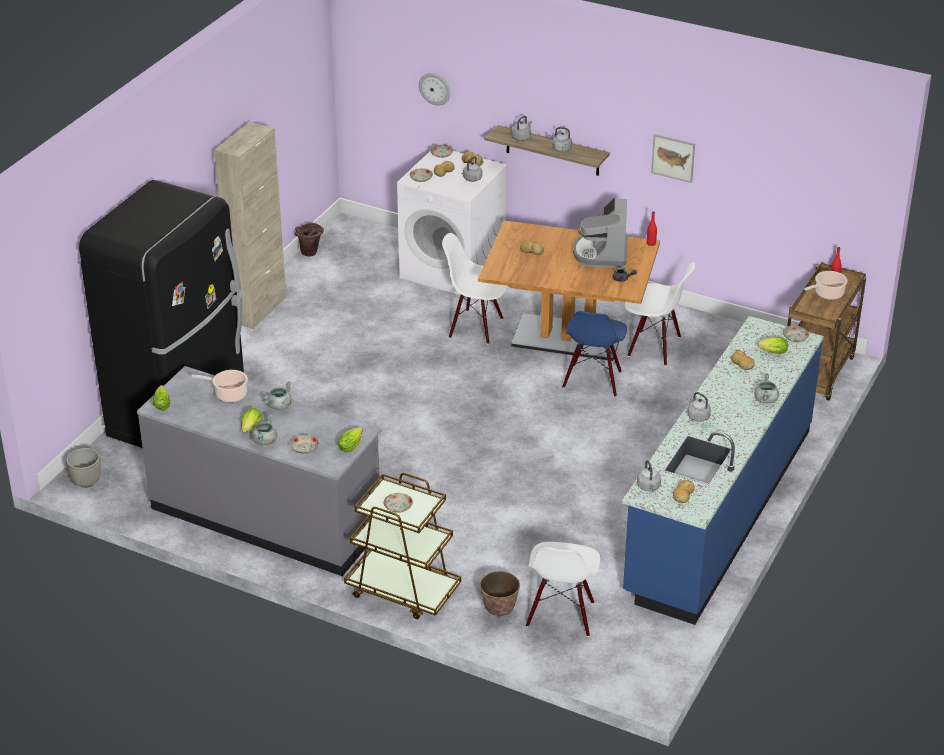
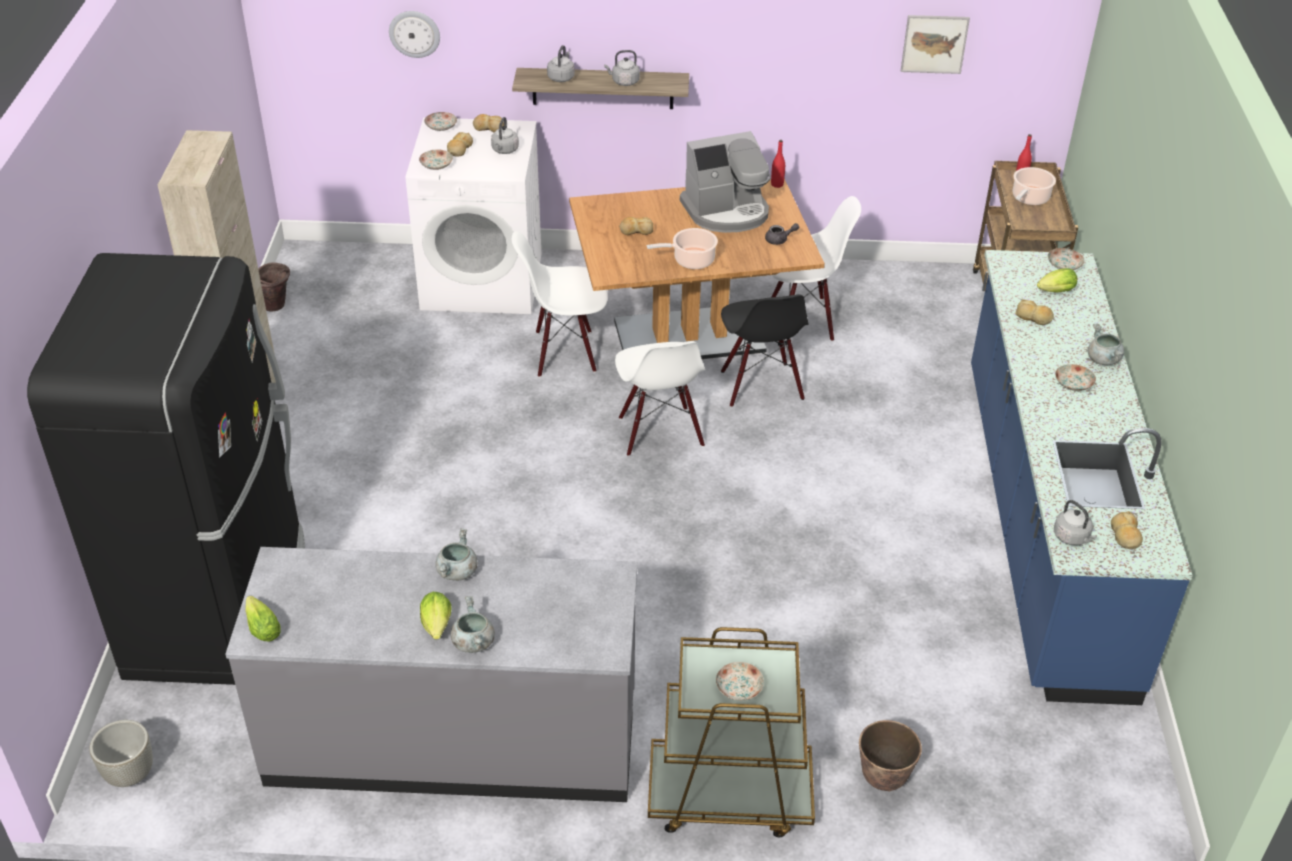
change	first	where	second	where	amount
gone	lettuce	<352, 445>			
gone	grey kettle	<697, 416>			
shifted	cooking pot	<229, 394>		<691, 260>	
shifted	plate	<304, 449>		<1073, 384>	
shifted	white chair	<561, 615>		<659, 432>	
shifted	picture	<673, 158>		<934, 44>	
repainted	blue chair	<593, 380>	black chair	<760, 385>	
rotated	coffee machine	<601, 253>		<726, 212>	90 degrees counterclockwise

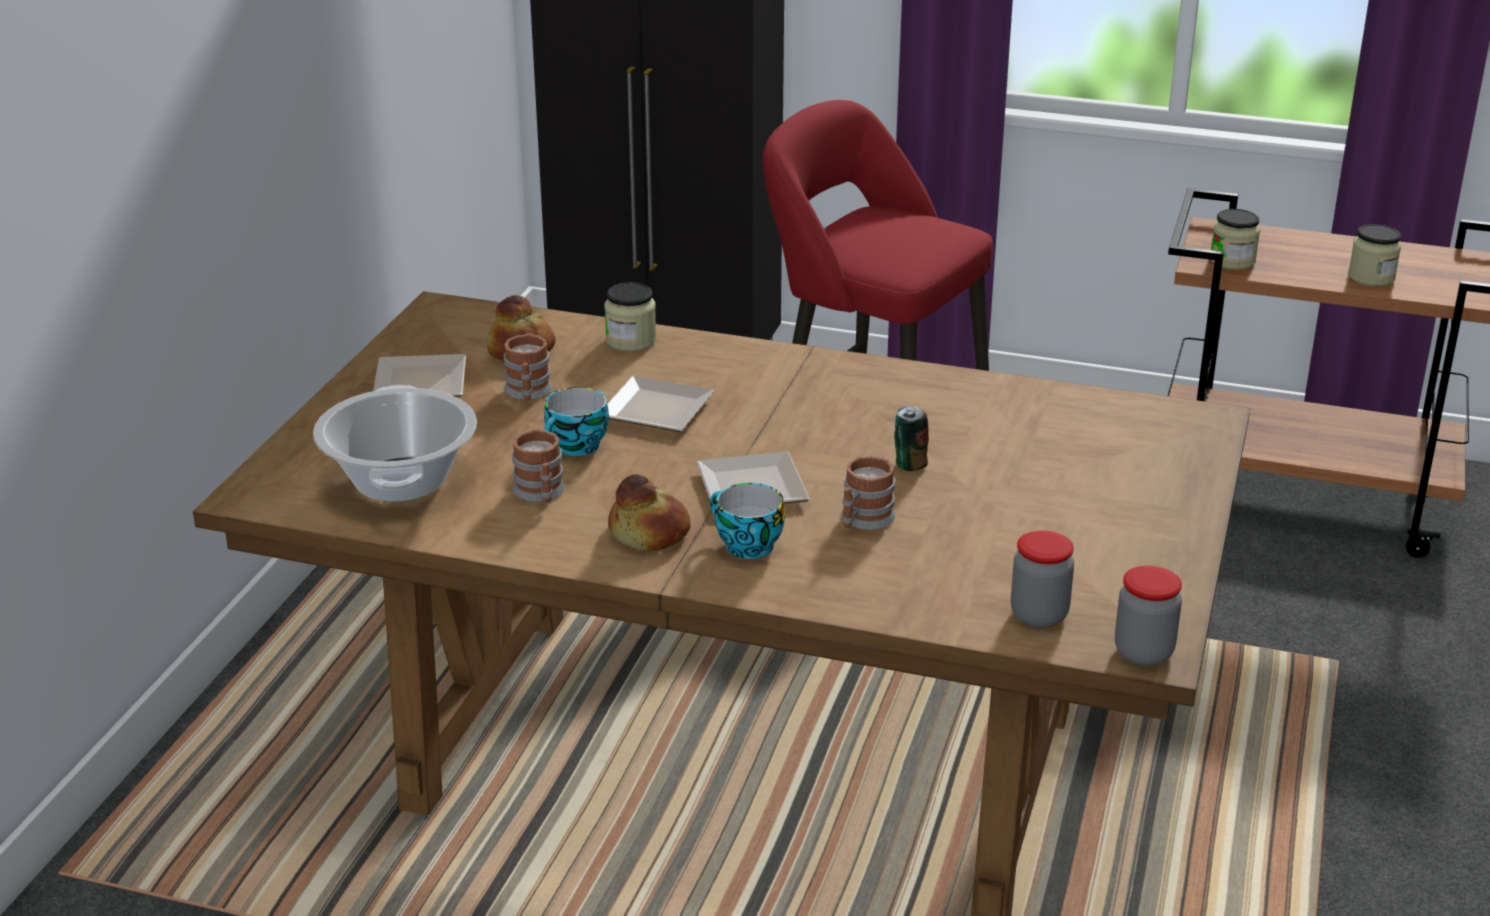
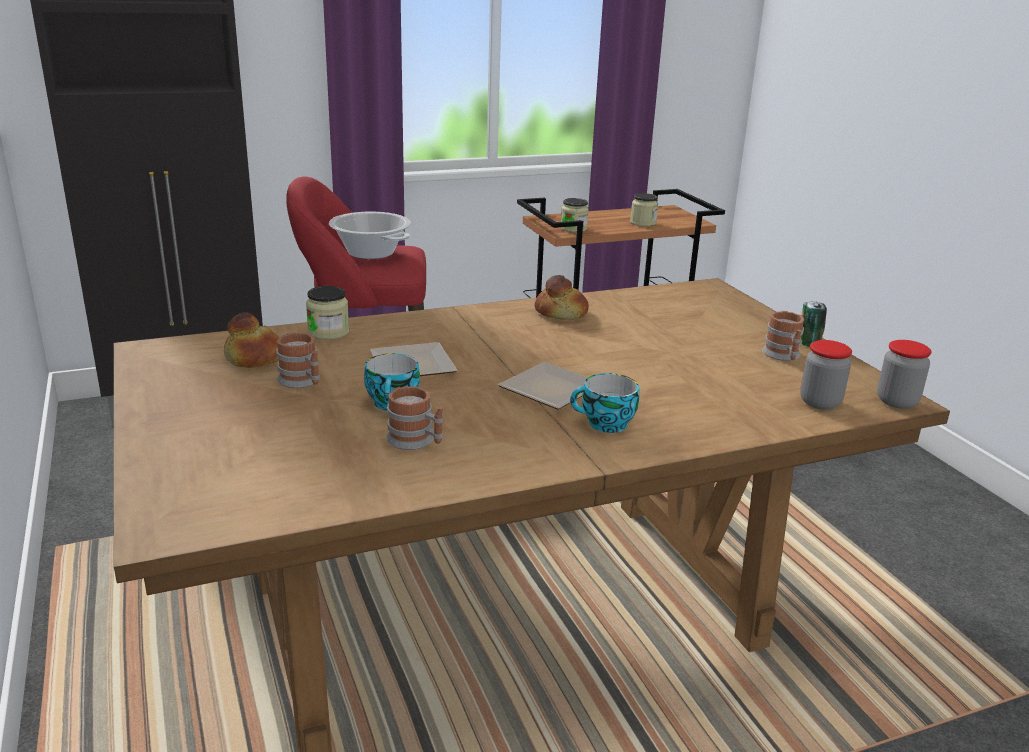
change	first	where	second	where	amount
gone	plate	<424, 382>			
shifted	cooking pot	<399, 481>		<370, 253>	
shifted	bread	<650, 532>		<561, 312>	
shifted	mug	<863, 521>		<783, 356>	
shifted	can	<909, 464>		<808, 343>	

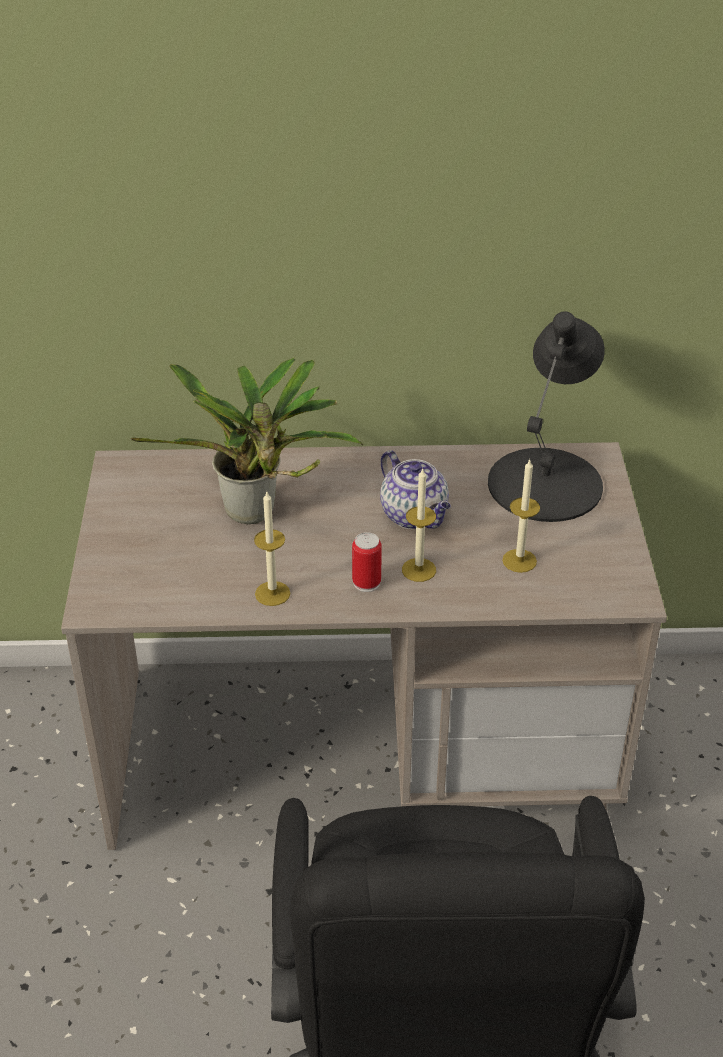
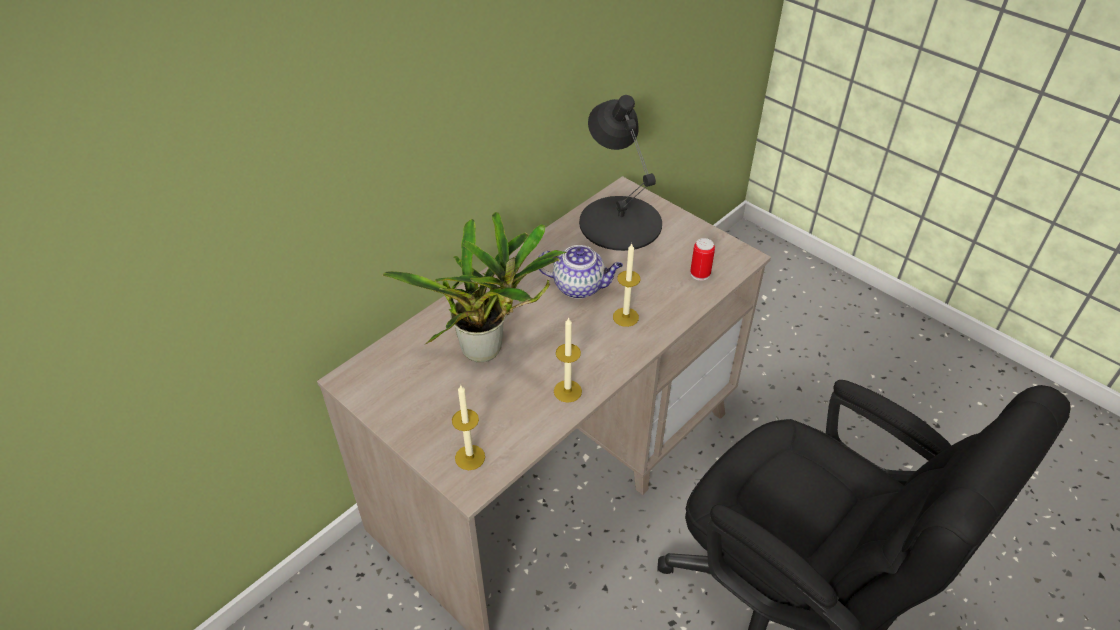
change	first	where	second	where	amount
shifted	can	<366, 582>		<700, 274>	
shifted	candle	<519, 561>		<470, 457>	

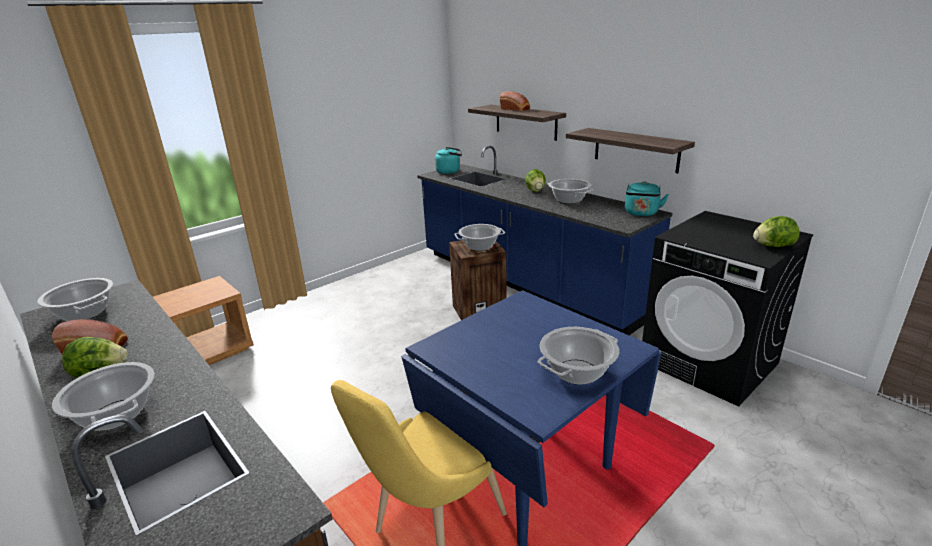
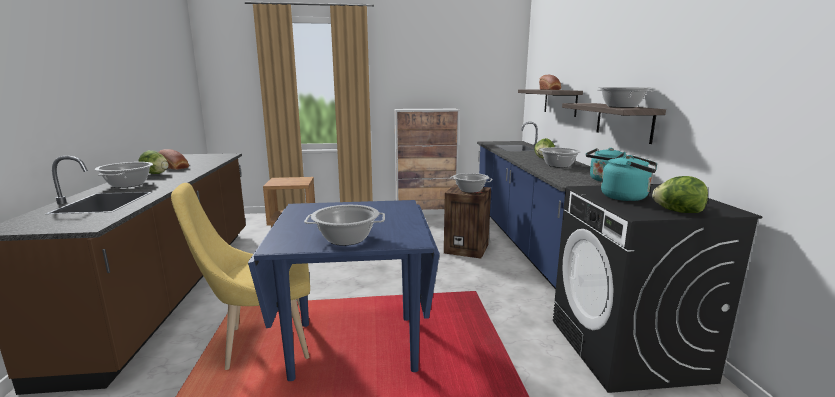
change	first	where	second	where	amount
new			cabinet	<426, 211>	
shifted	cooking pot	<85, 313>		<622, 107>	
shifted	turquoise kettle	<450, 171>		<627, 197>	

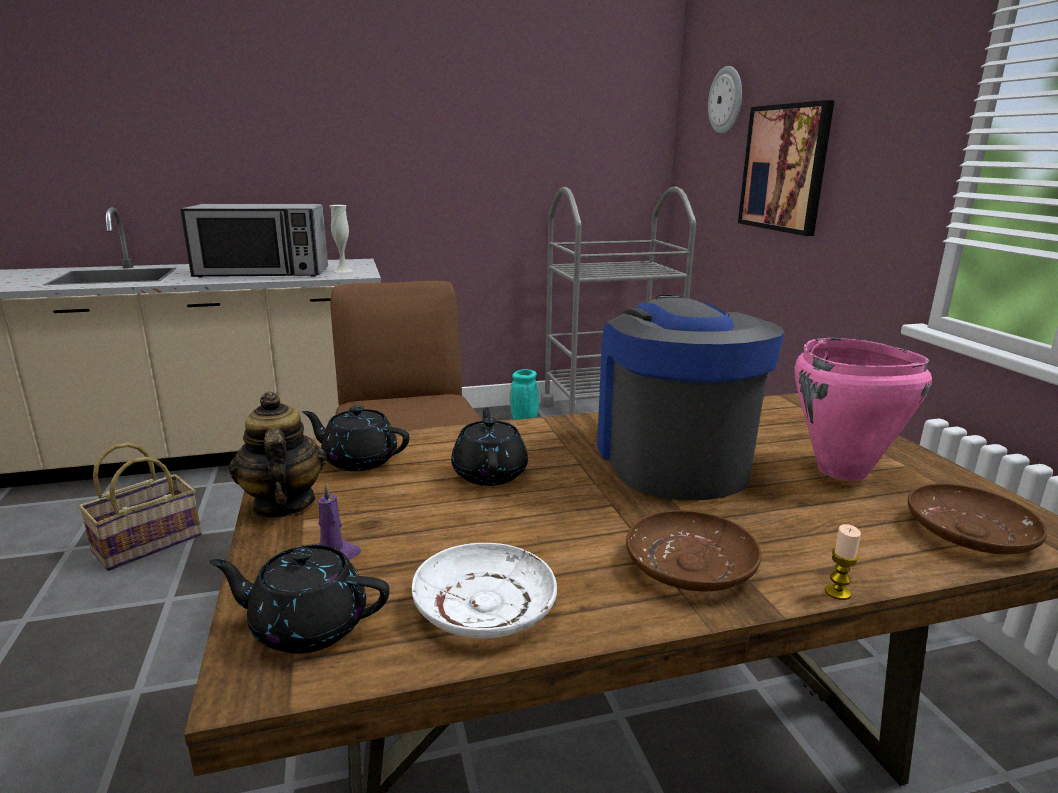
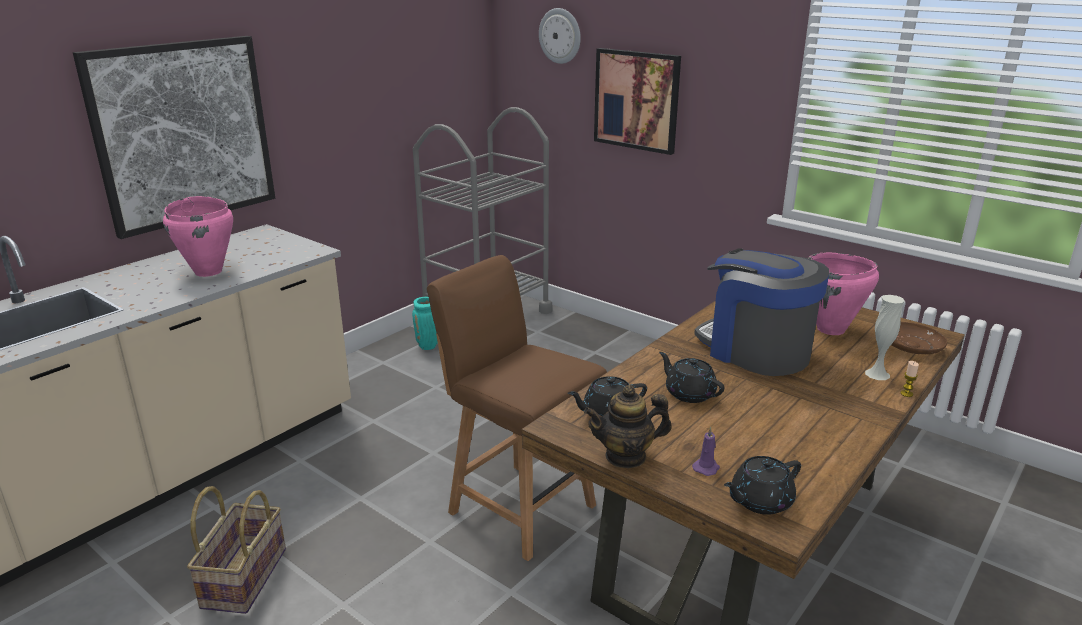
change	first	where	second	where	amount
gone	white plate	<484, 605>			
gone	brown plate	<691, 565>			
new			picture	<183, 133>	
shifted	white vase	<343, 270>		<877, 374>	
swapped	microwave	<263, 273>	pink cooking pot	<209, 271>	
rotated	teapot	<282, 505>		<626, 456>	45 degrees counterclockwise

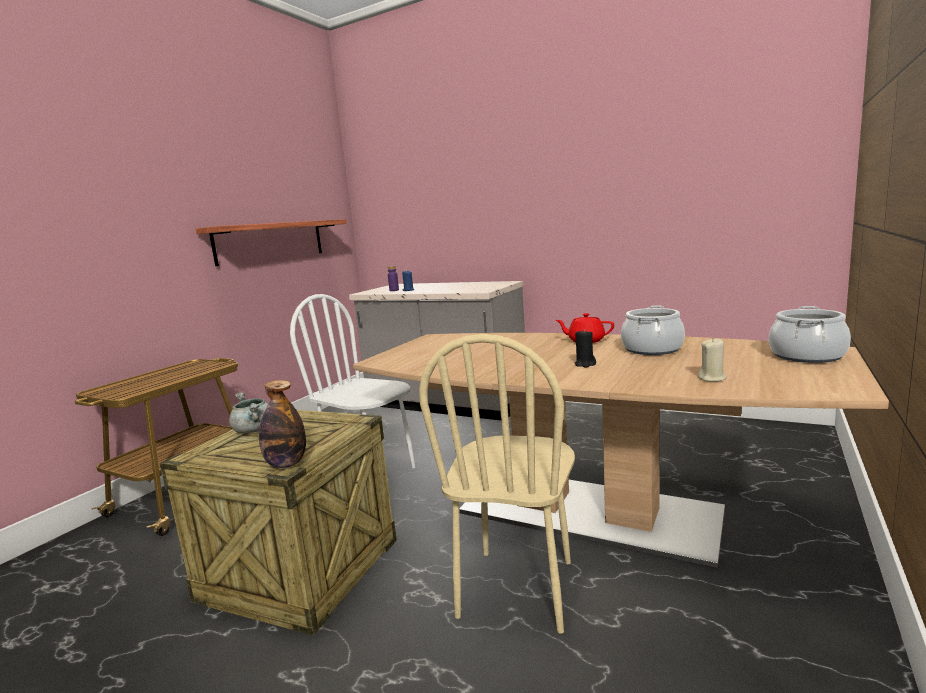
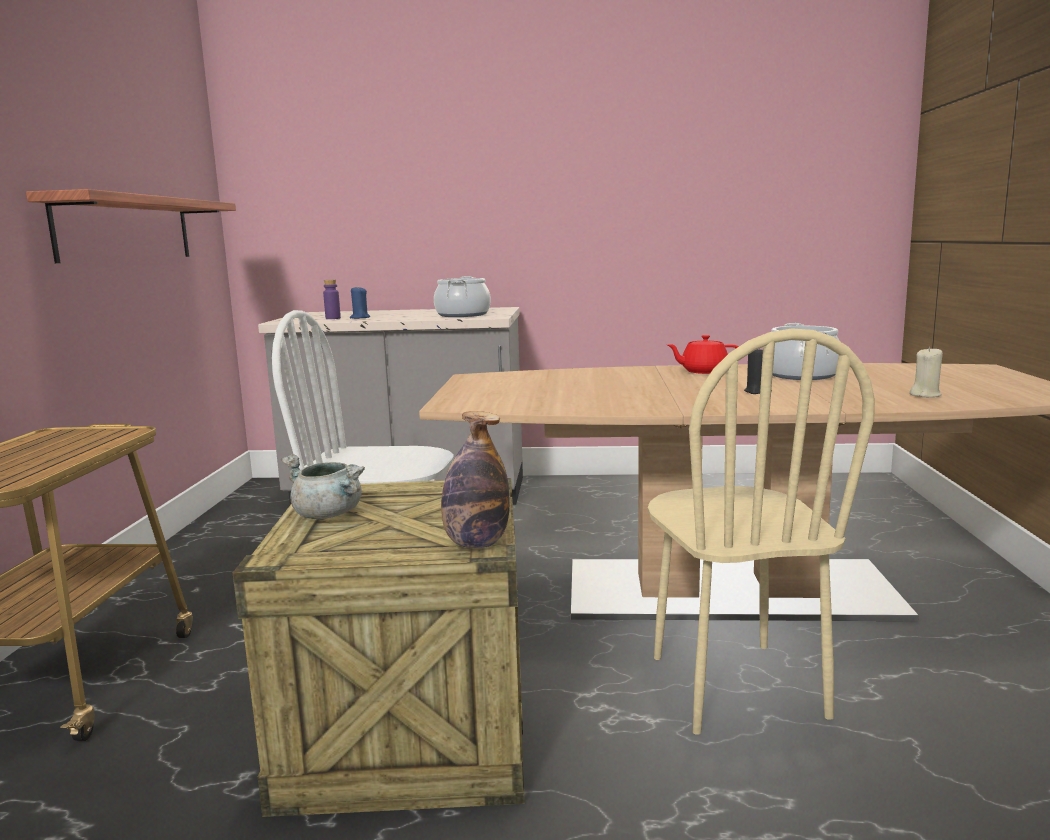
change	first	where	second	where	amount
shifted	cooking pot	<806, 356>		<462, 315>	

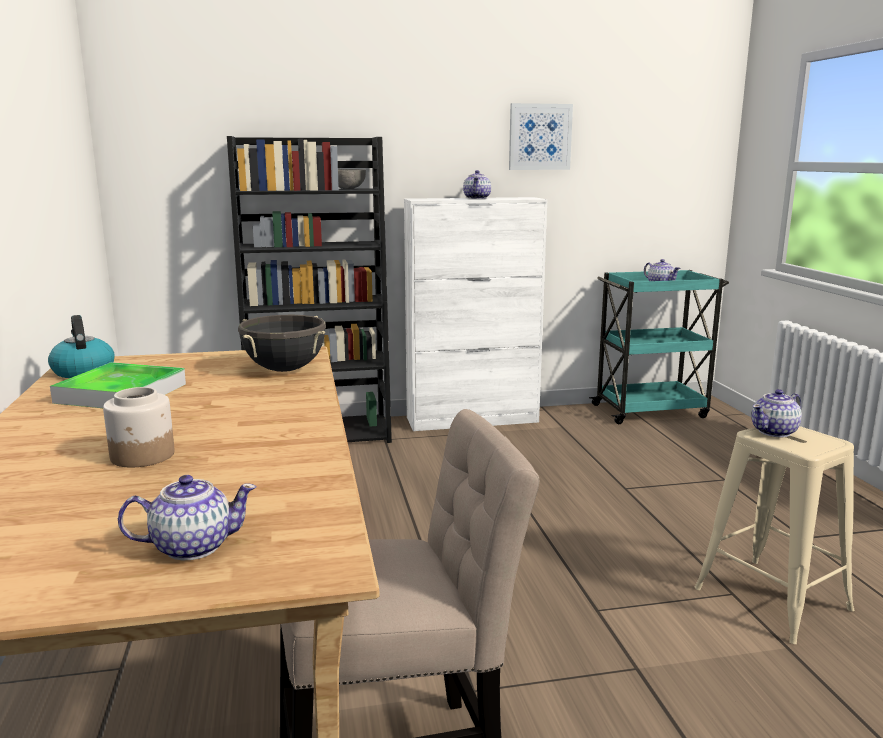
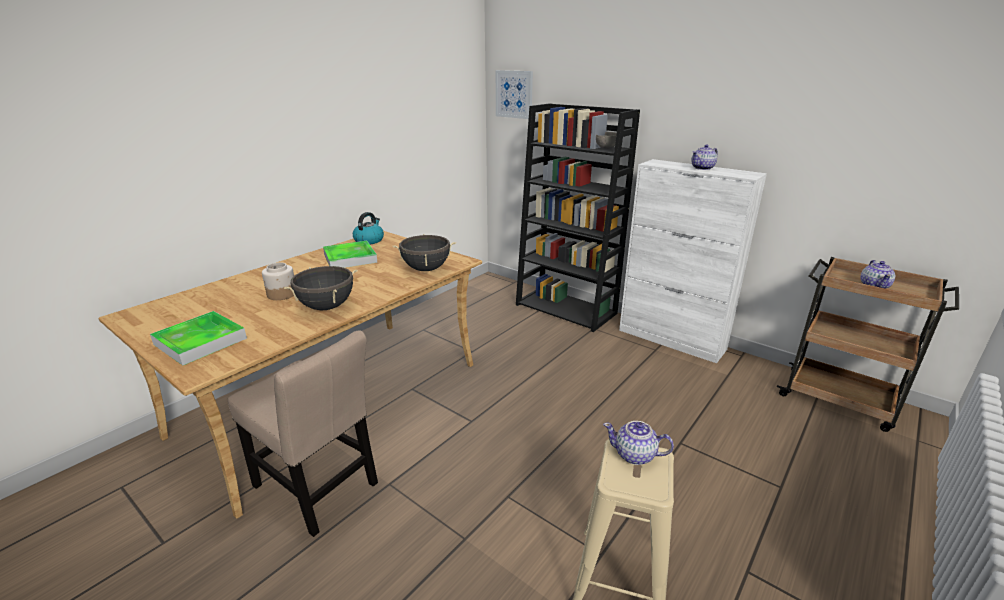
change	first	where	second	where	amount
new			black cooking pot	<326, 307>	
shifted	picture	<539, 137>		<514, 94>	
swapped	teapot	<192, 546>	tray	<200, 341>	
repainted	turquoise cart	<651, 411>	brown cart	<839, 399>	

